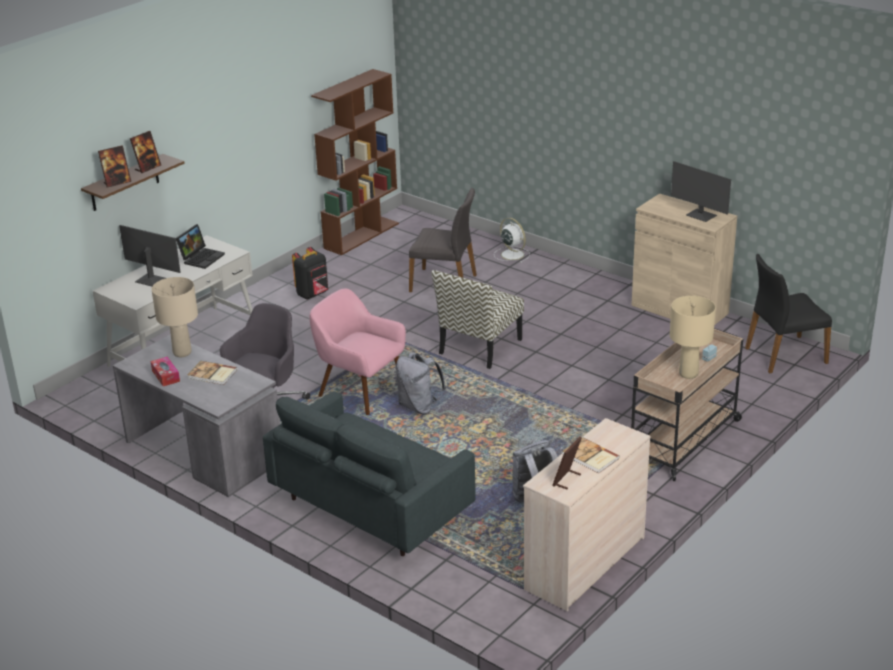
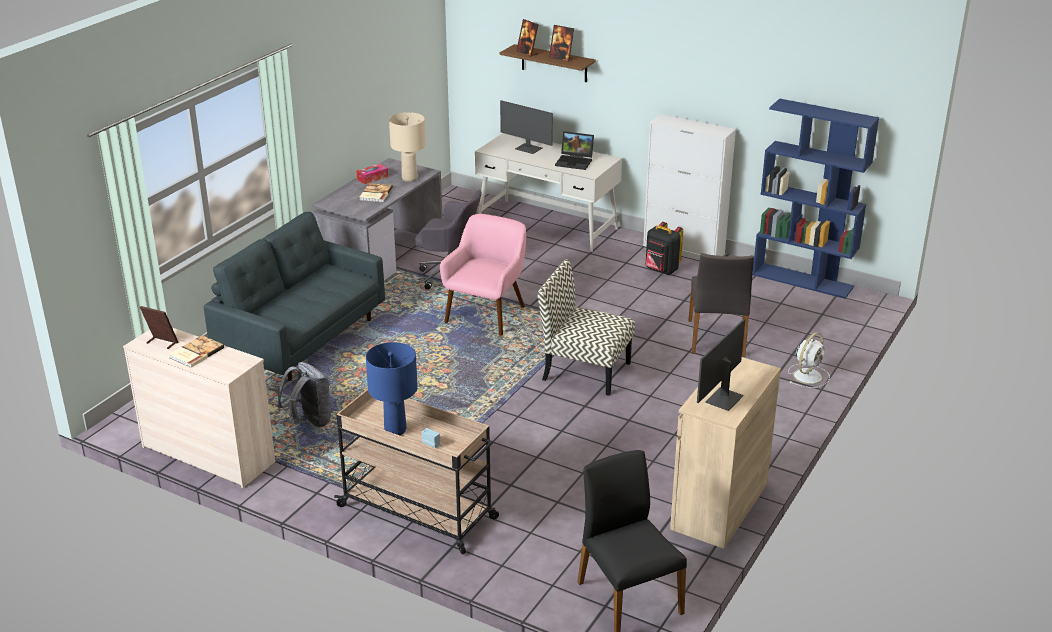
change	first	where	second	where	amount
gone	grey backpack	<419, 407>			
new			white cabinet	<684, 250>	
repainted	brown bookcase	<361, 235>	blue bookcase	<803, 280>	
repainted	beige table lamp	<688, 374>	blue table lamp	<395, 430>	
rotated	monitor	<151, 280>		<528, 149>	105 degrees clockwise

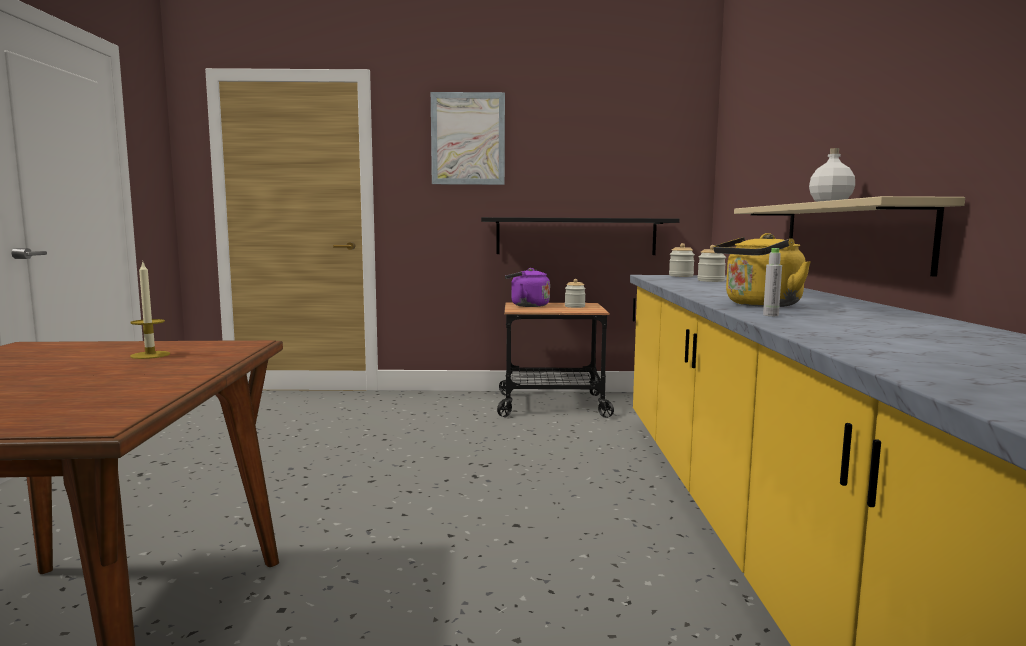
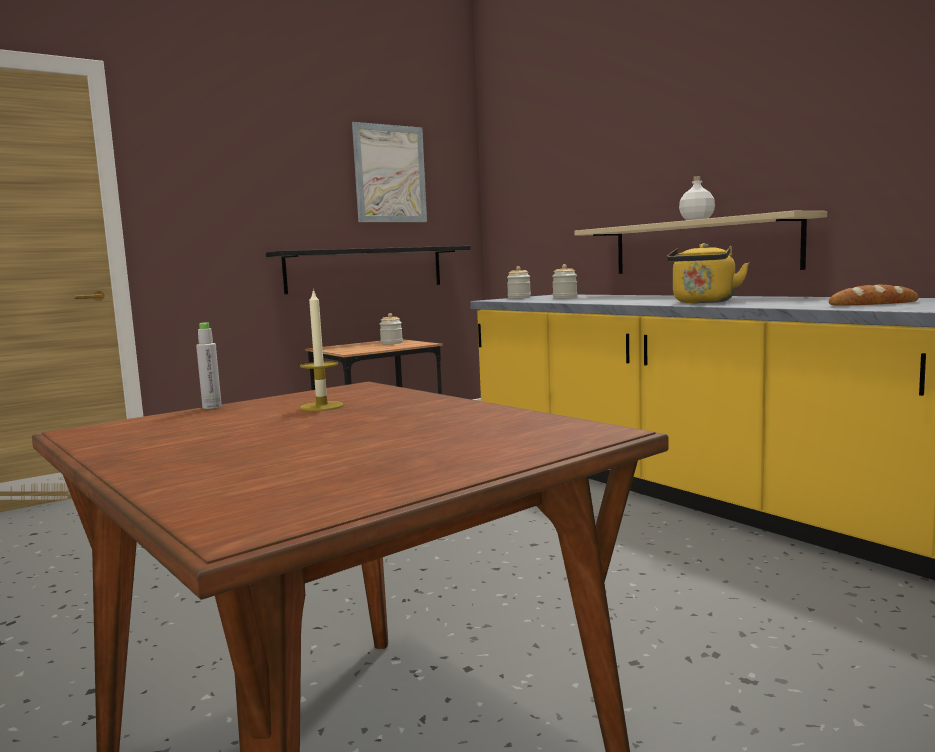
change	first	where	second	where	amount
gone	purple kettle	<527, 305>			
new			bread	<873, 304>	
shifted	picture	<468, 139>		<390, 174>	
shifted	grey bottle	<770, 315>		<212, 407>	

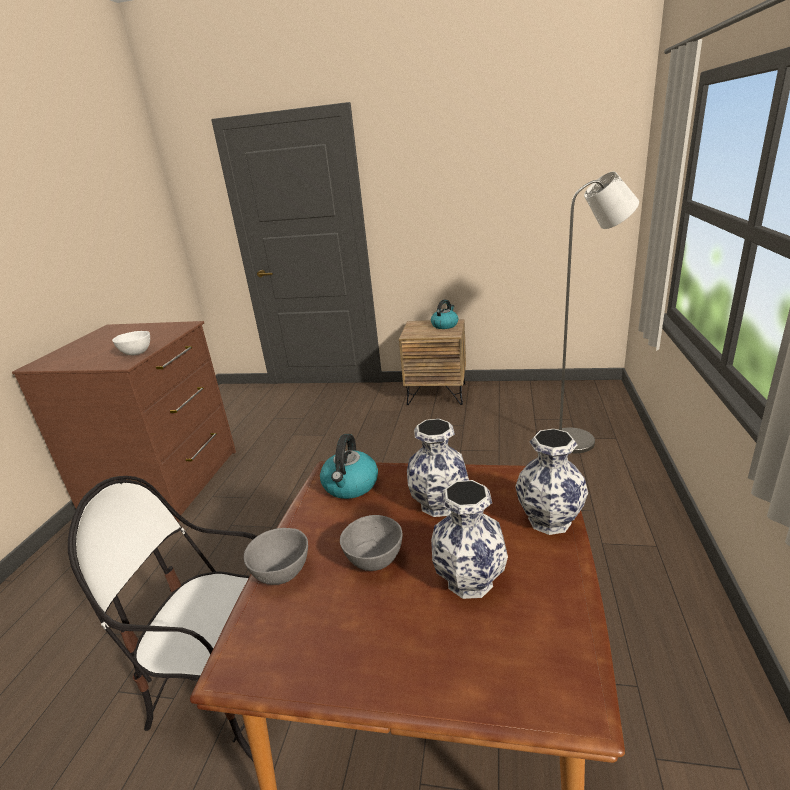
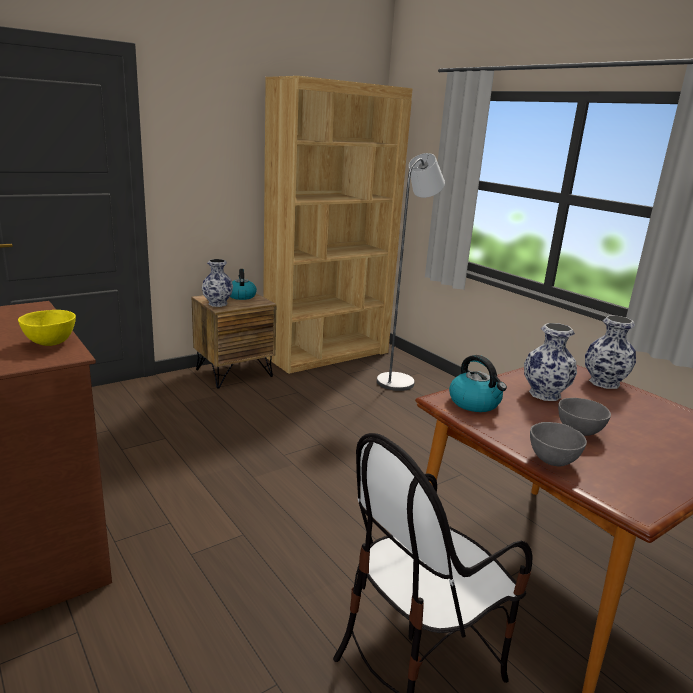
change	first	where	second	where	amount
new			brown bookcase	<327, 354>	
shifted	vase	<469, 581>		<217, 304>	
repainted	white bowl	<136, 353>	yellow bowl	<49, 343>	

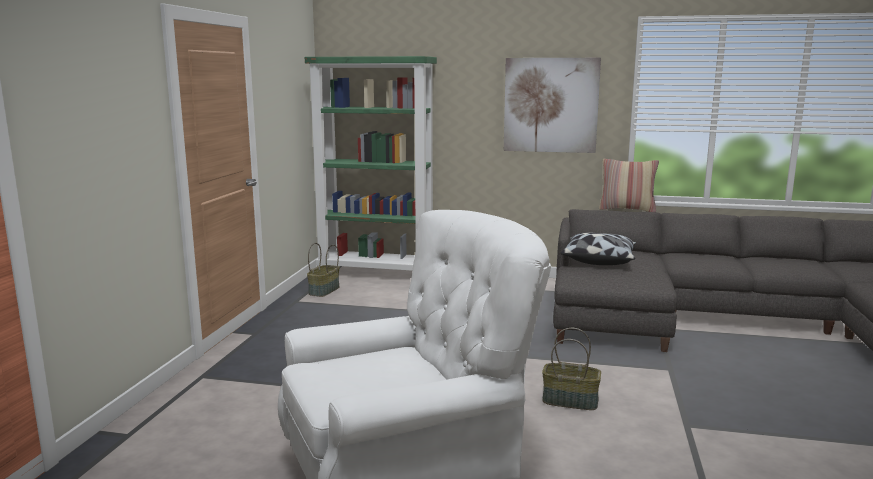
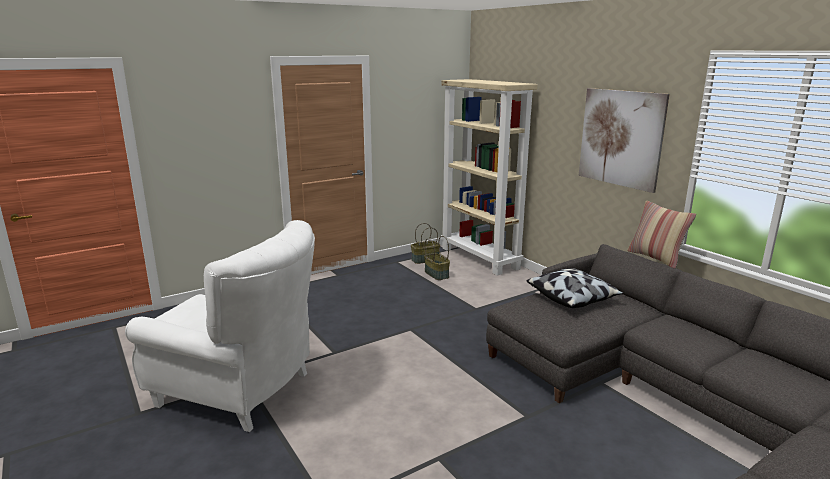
change	first	where	second	where	amount
shifted	basket	<570, 401>		<437, 274>	
repainted	green bookcase	<377, 274>	beige bookcase	<480, 258>	

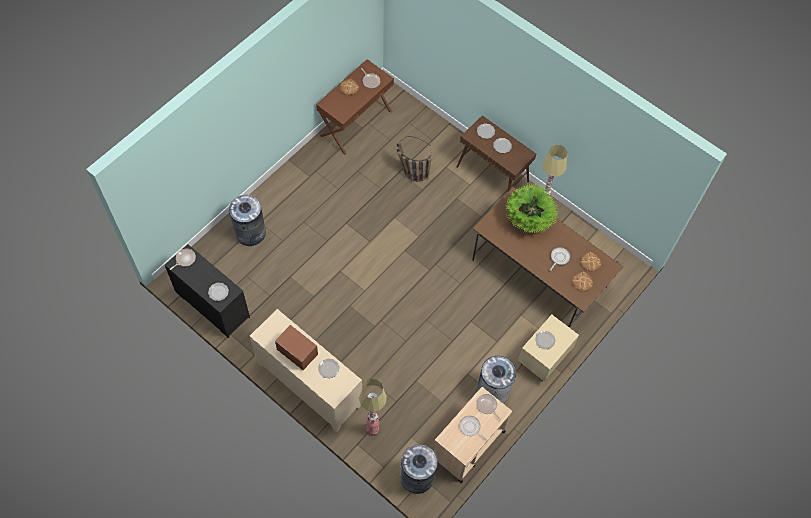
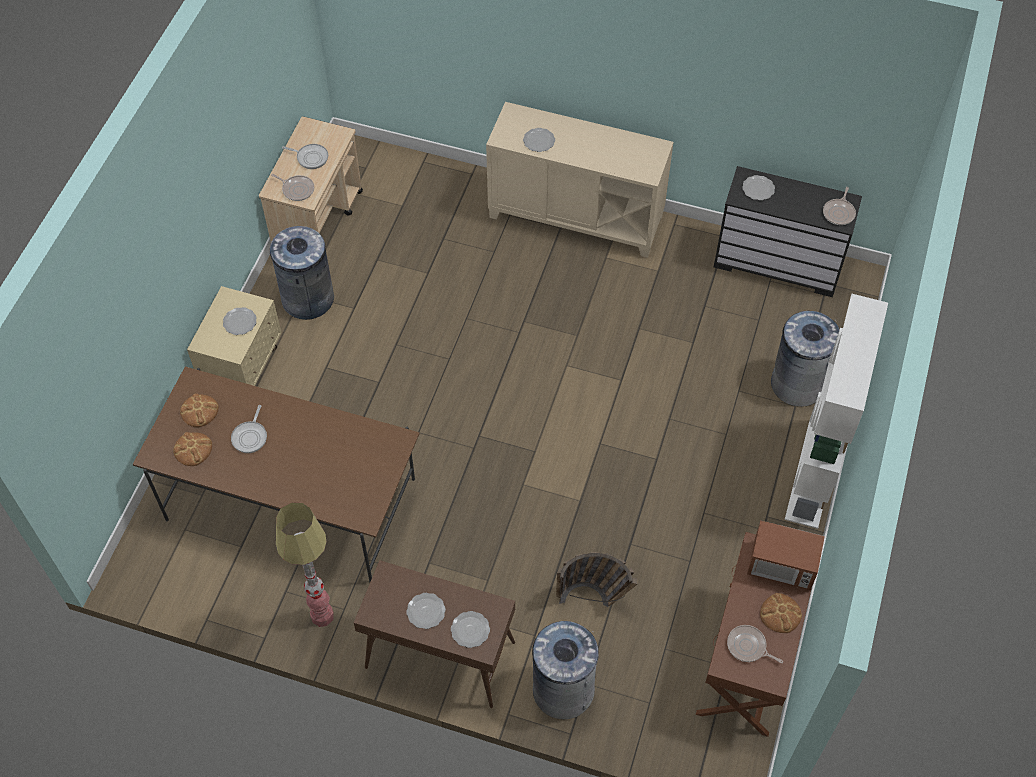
change	first	where	second	where	amount
gone	floor lamp	<373, 430>			
gone	potted plant	<528, 221>			
new			white bookcase	<814, 474>	
shifted	microwave	<297, 352>		<781, 566>	
shifted	grey trash can	<417, 477>		<563, 689>	

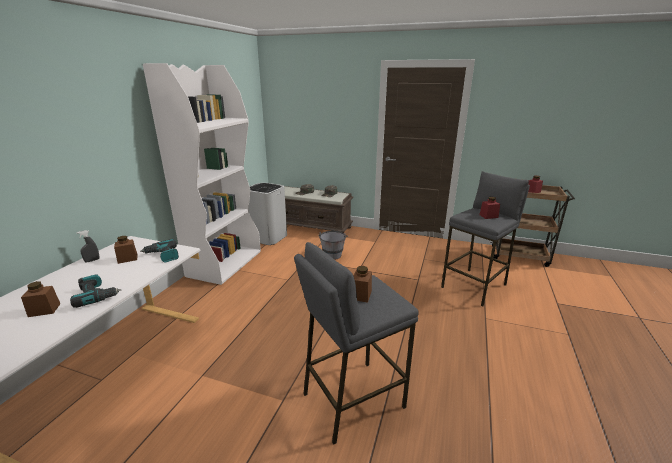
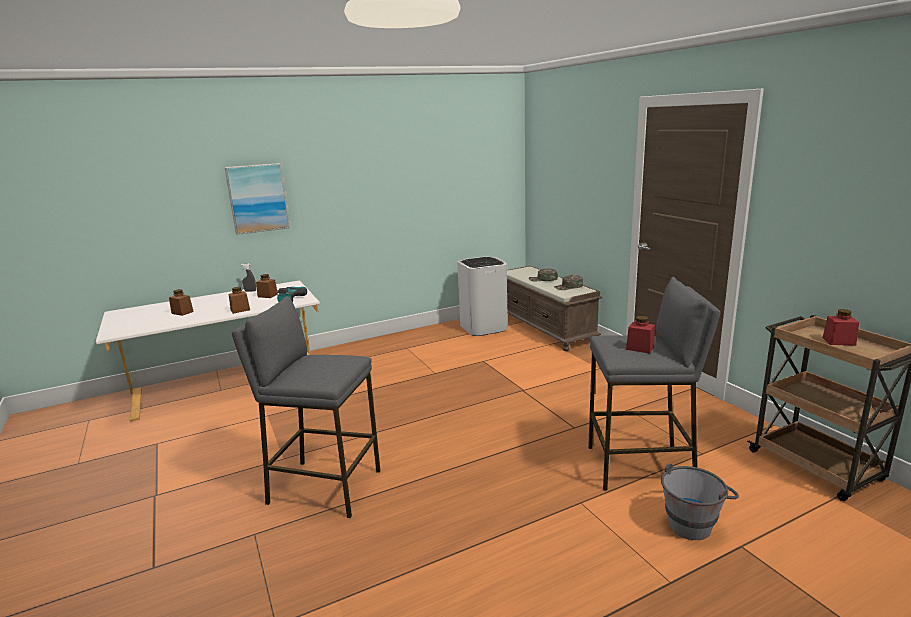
change	first	where	second	where	amount
gone	power drill	<97, 295>			
gone	white bookcase	<225, 263>			
new			picture	<257, 198>	
shifted	grey bucket	<333, 254>		<693, 522>	
shifted	brown jar	<361, 295>		<240, 310>	

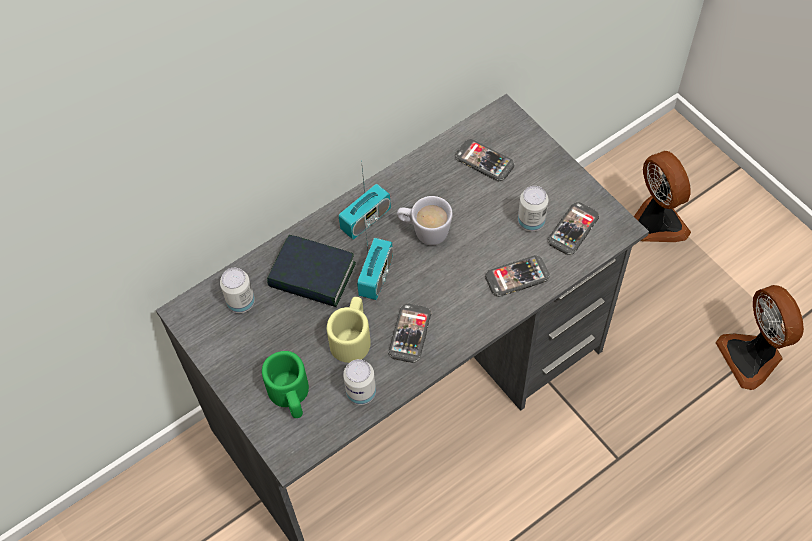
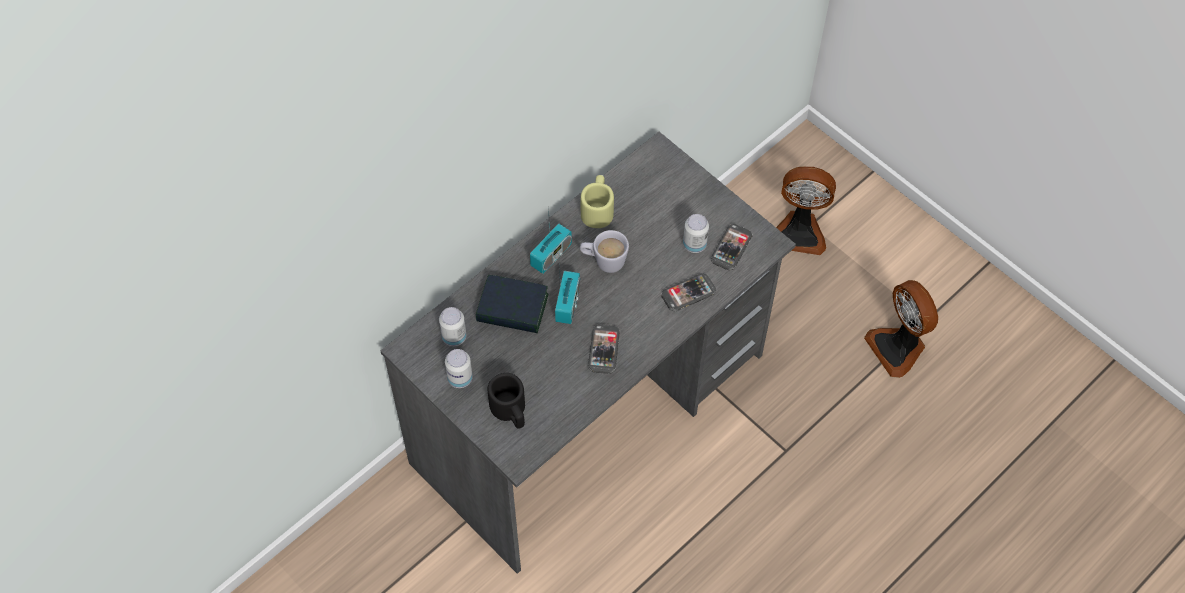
change	first	where	second	where	amount
gone	phone	<484, 161>			
shifted	beige mug	<352, 337>		<597, 209>	
shifted	can	<361, 393>		<460, 378>	
repainted	green mug	<290, 395>	black mug	<510, 411>	
rotated	fan	<655, 223>		<799, 232>	135 degrees clockwise

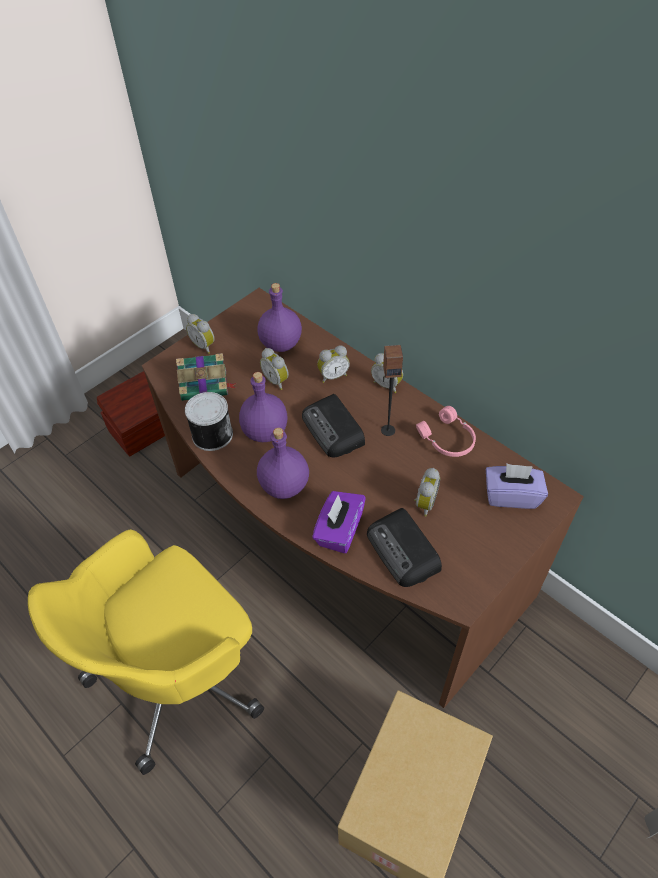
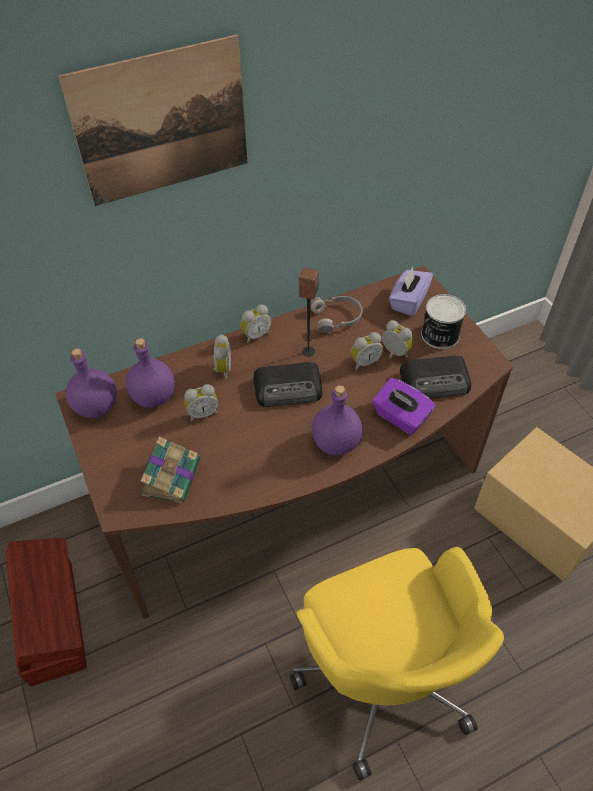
change	first	where	second	where	amount
new			picture	<162, 123>	
shifted	can	<211, 434>		<439, 335>	
shifted	alarm clock	<204, 345>		<364, 362>	
shifted	purple bottle	<266, 432>		<97, 406>	
repainted	pink headphones	<447, 439>	grey headphones	<337, 318>	

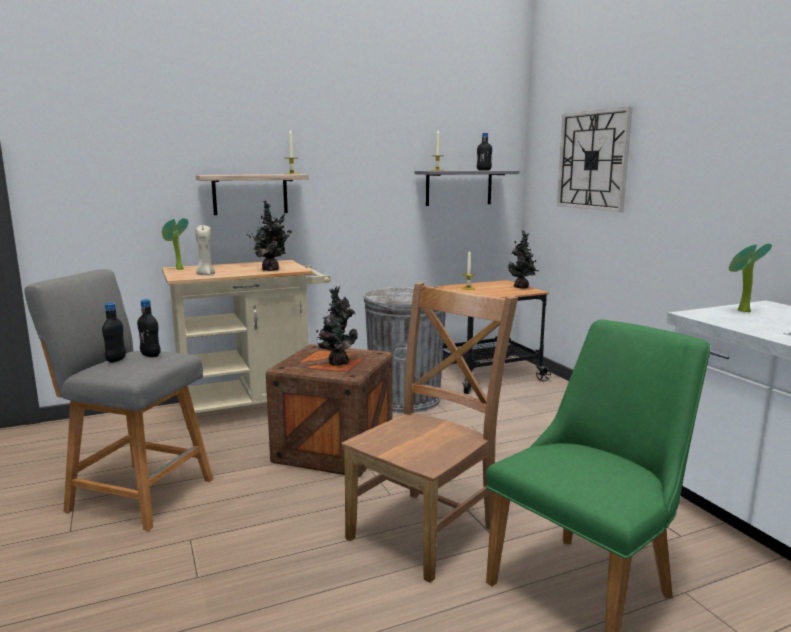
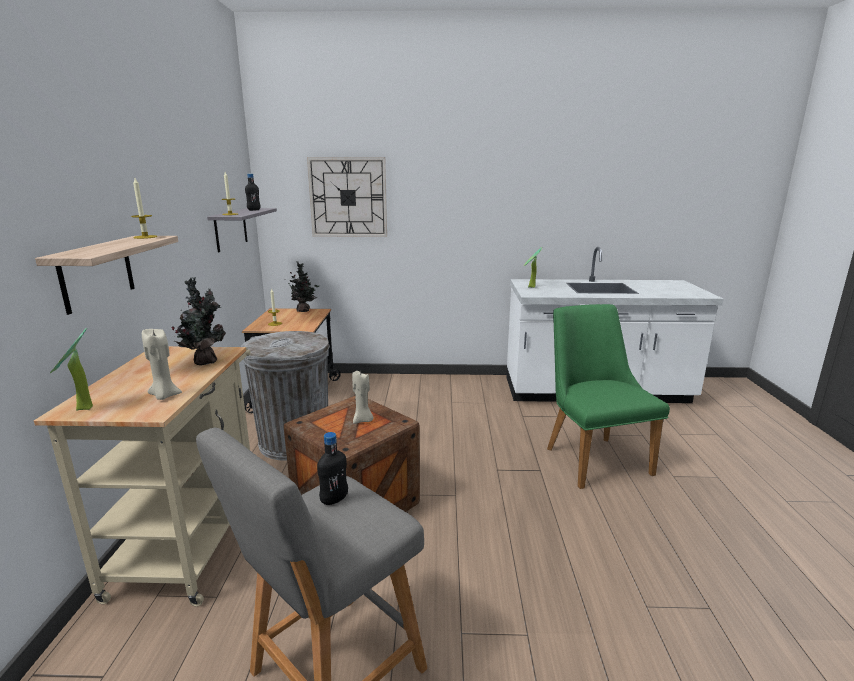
change	first	where	second	where	amount
gone	black bottle	<116, 360>			
gone	brown chair	<427, 529>			
swapped	potted plant	<337, 363>	beige candle	<363, 420>	

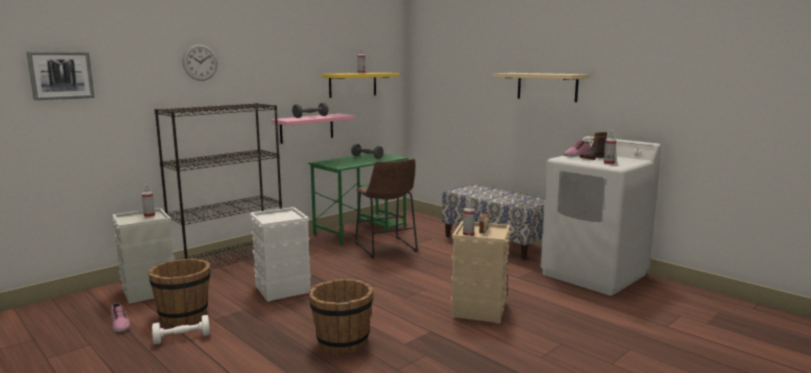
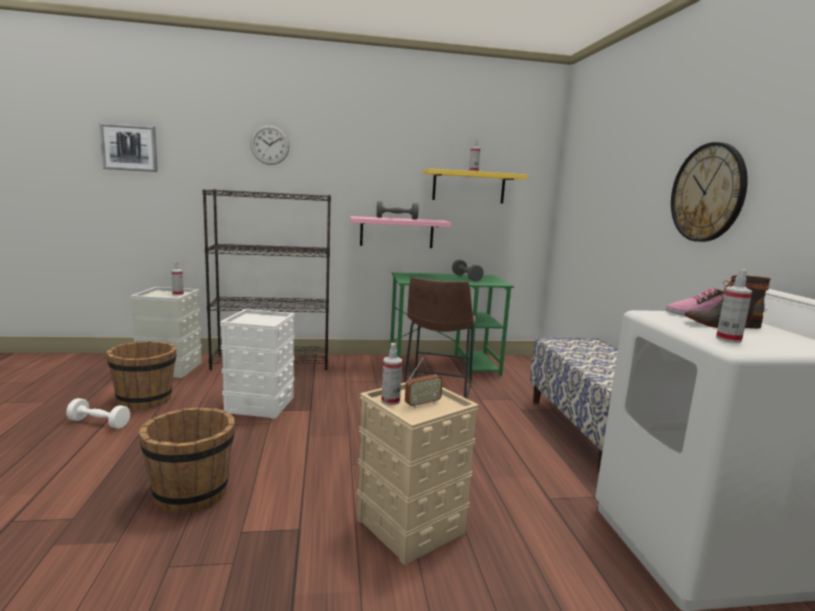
change	first	where	second	where	amount
gone	shoe	<119, 323>			
swapped	beige shelf	<547, 86>	wall clock	<708, 193>	

